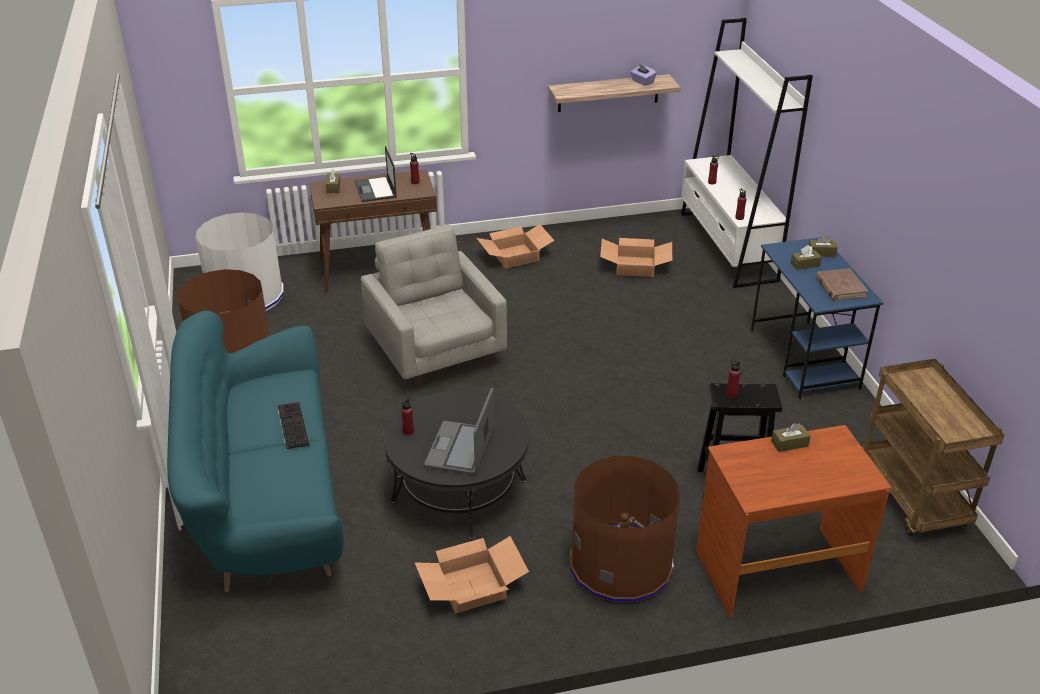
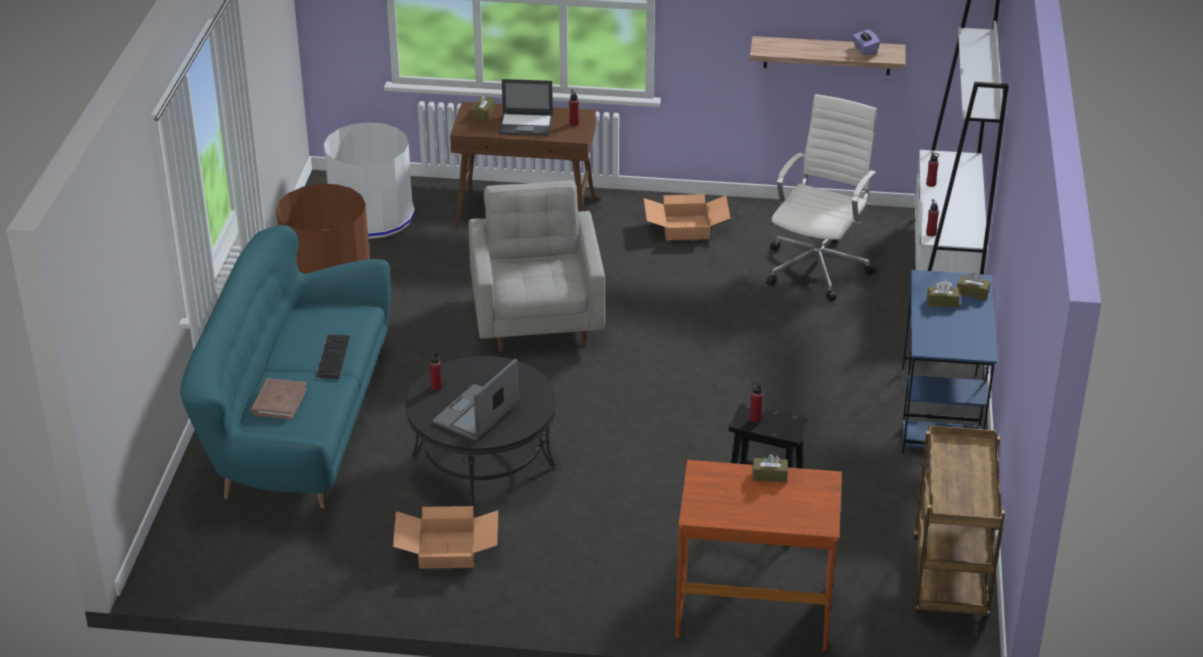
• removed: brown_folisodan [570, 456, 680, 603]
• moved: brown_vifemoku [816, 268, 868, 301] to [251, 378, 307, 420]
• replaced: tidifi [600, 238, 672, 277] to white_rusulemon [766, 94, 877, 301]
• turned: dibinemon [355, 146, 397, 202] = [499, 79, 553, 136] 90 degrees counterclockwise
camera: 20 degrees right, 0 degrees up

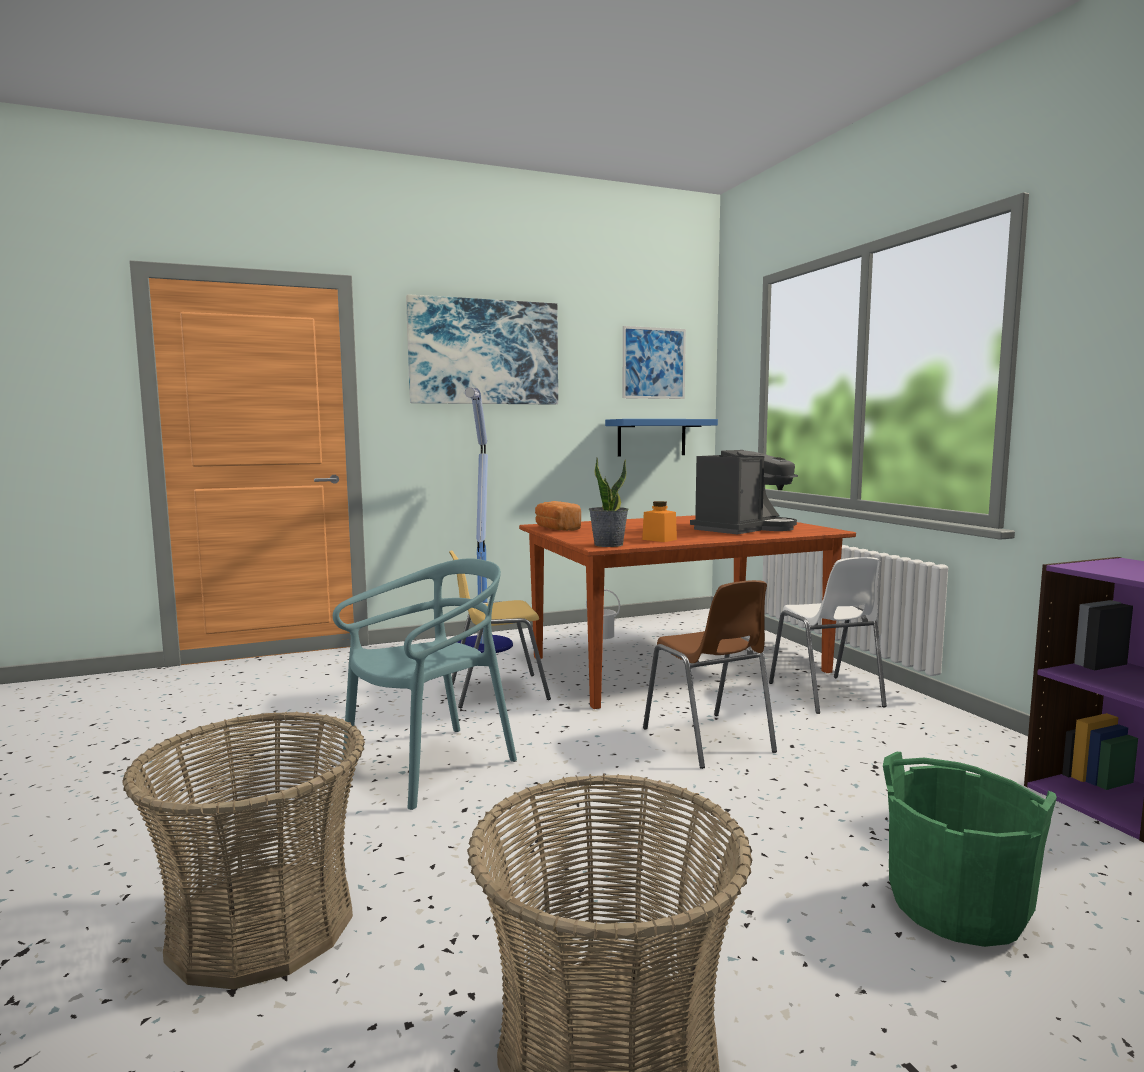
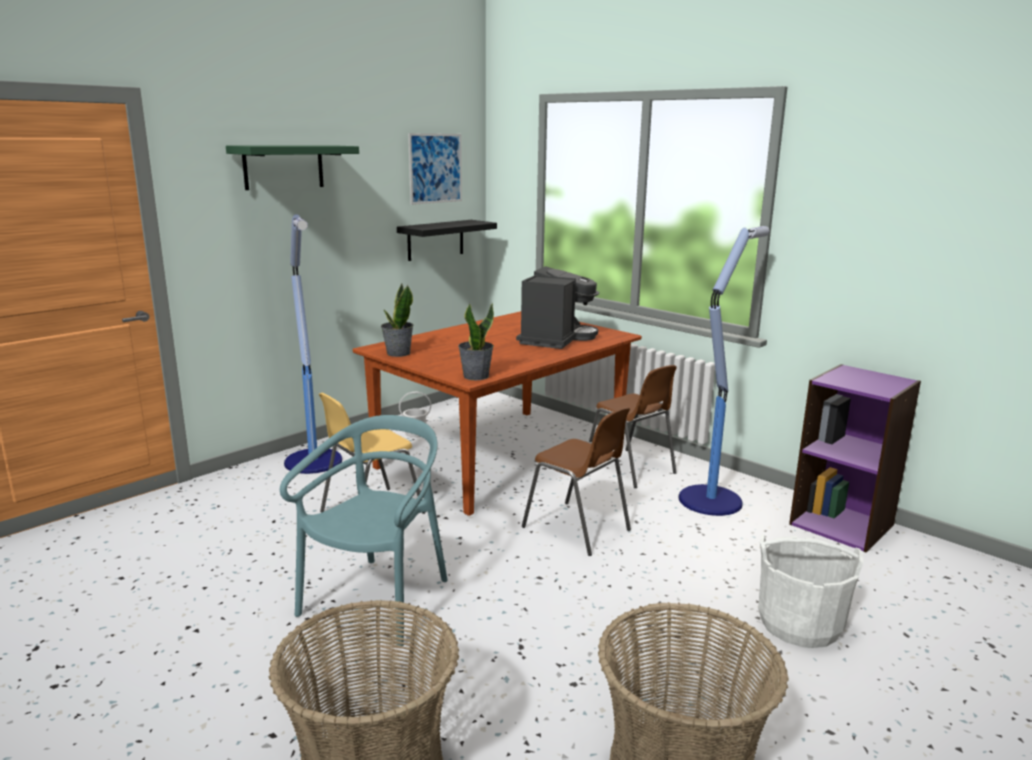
• removed: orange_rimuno [642, 501, 677, 542]
• added: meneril [679, 226, 770, 516]
• replaced: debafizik [406, 294, 558, 404] to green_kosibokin [226, 145, 359, 190]
• replaced: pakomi [535, 501, 581, 531] to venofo [381, 284, 414, 357]
• recoloured: blue_kosibokin [605, 419, 718, 457] to black_kosibokin [397, 220, 497, 261]
• recoloured: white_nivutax [769, 557, 887, 714] to brown_nivutax [589, 365, 677, 488]
• recoloured: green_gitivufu [883, 752, 1057, 947] to white_gitivufu [758, 534, 863, 648]
camera: 25 degrees left, 10 degrees up

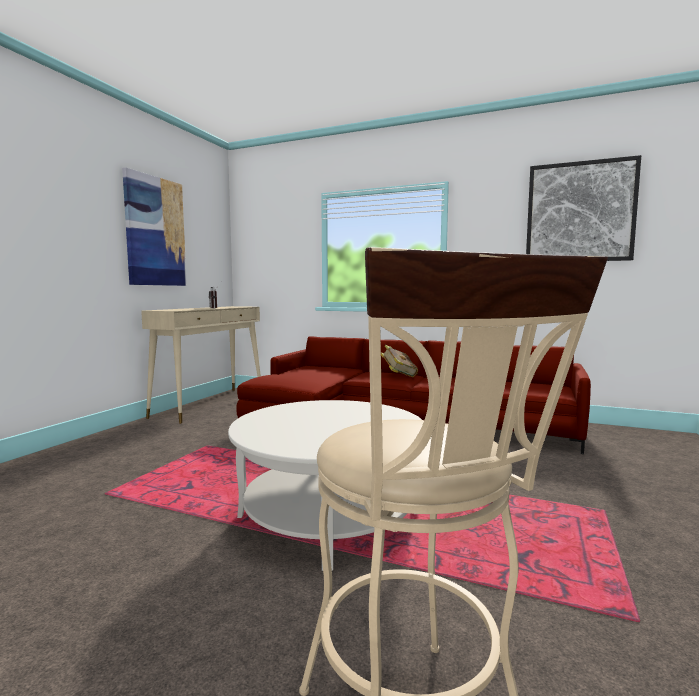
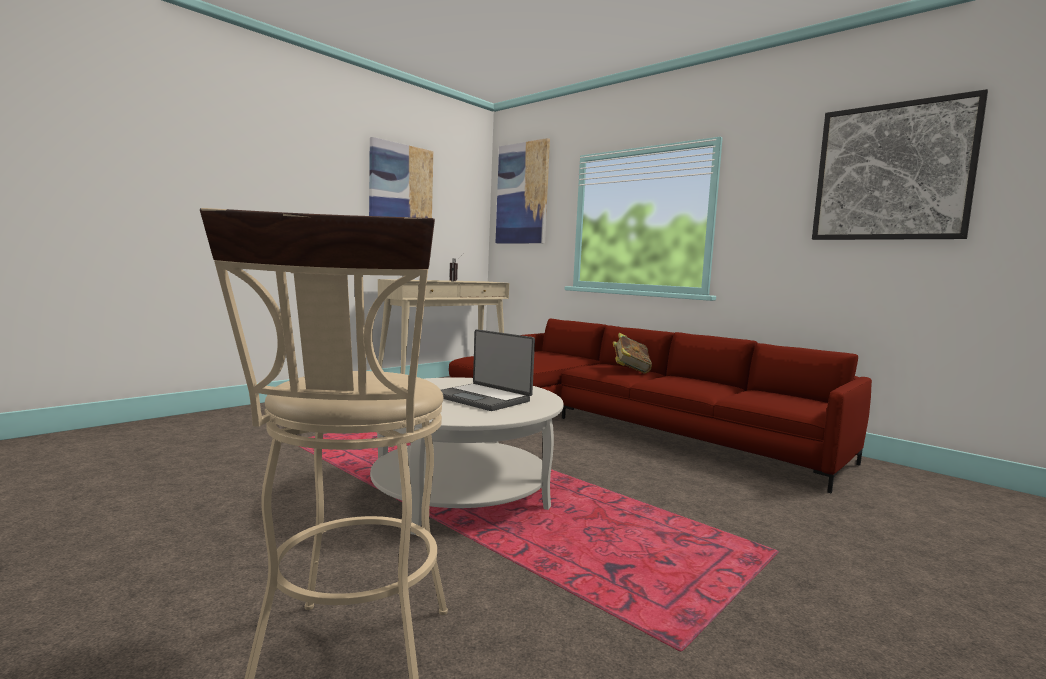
• added: dibinemon [441, 329, 535, 411]
• added: debafizik [496, 138, 550, 243]
camera: 20 degrees right, 0 degrees up

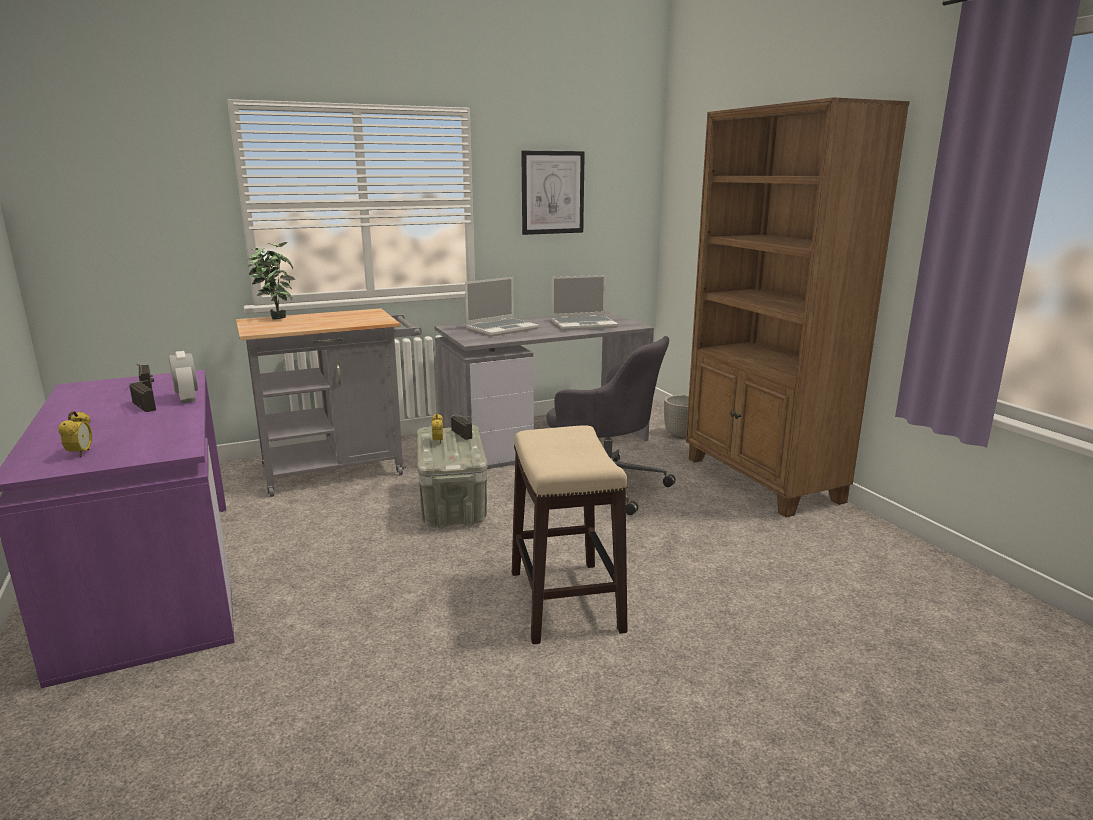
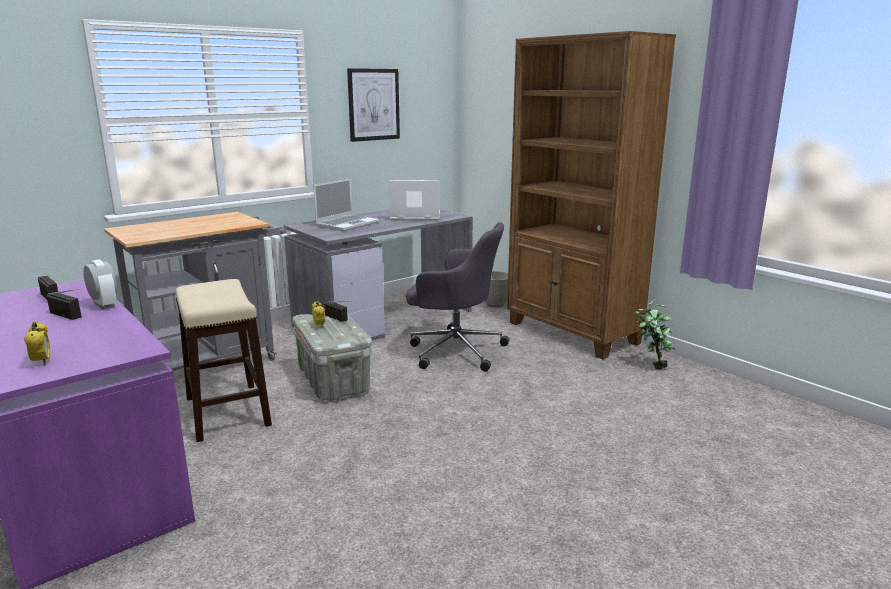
• moved: venofo [247, 242, 295, 320] to [636, 299, 676, 369]
• moved: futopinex [512, 425, 628, 644] to [175, 279, 272, 442]
• turned: dibinemon [551, 275, 618, 331] = [389, 180, 440, 221] 150 degrees counterclockwise
camera: 15 degrees left, 0 degrees up

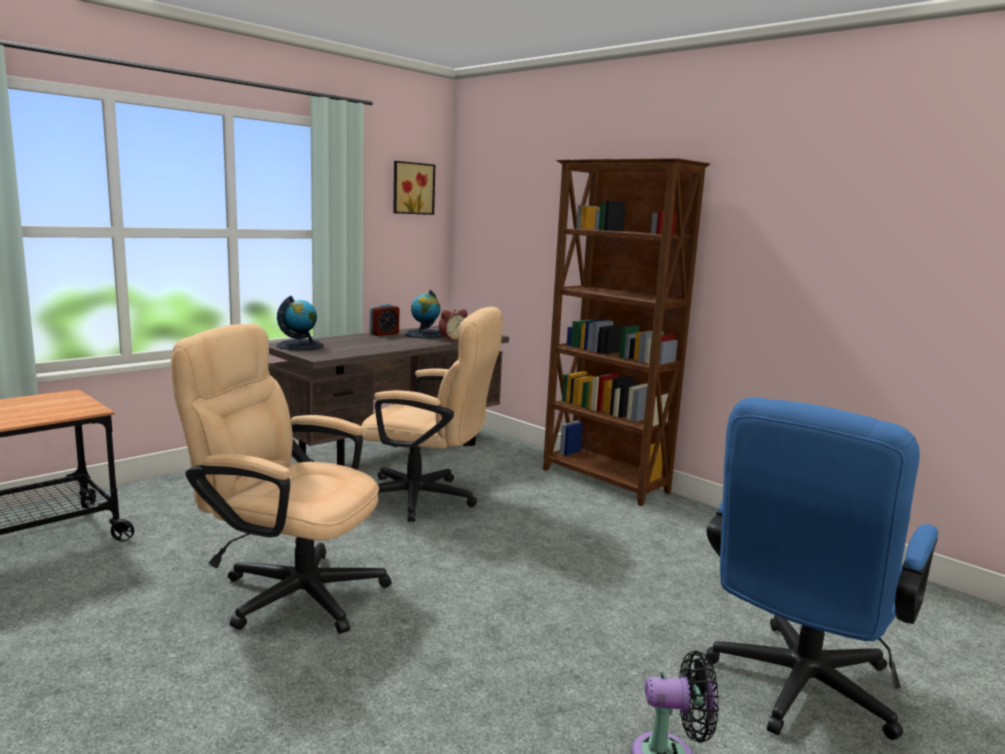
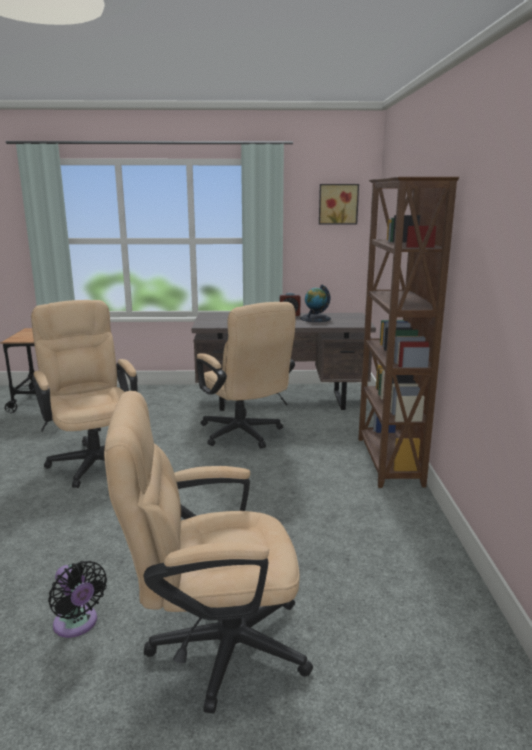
• removed: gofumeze [277, 296, 324, 350]
• removed: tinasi [439, 309, 467, 341]
• recoloured: blue_rusulemon [705, 397, 938, 740] to beige_rusulemon [104, 391, 313, 714]
camera: 45 degrees right, 5 degrees up

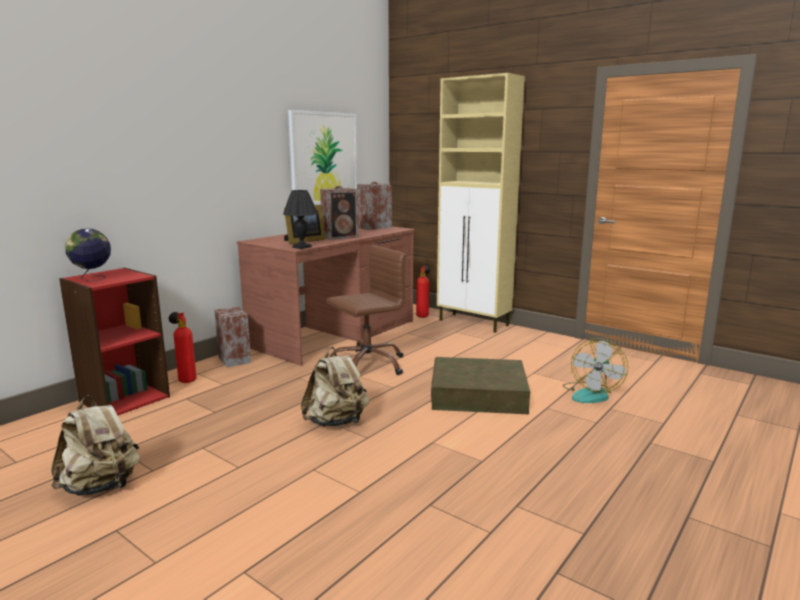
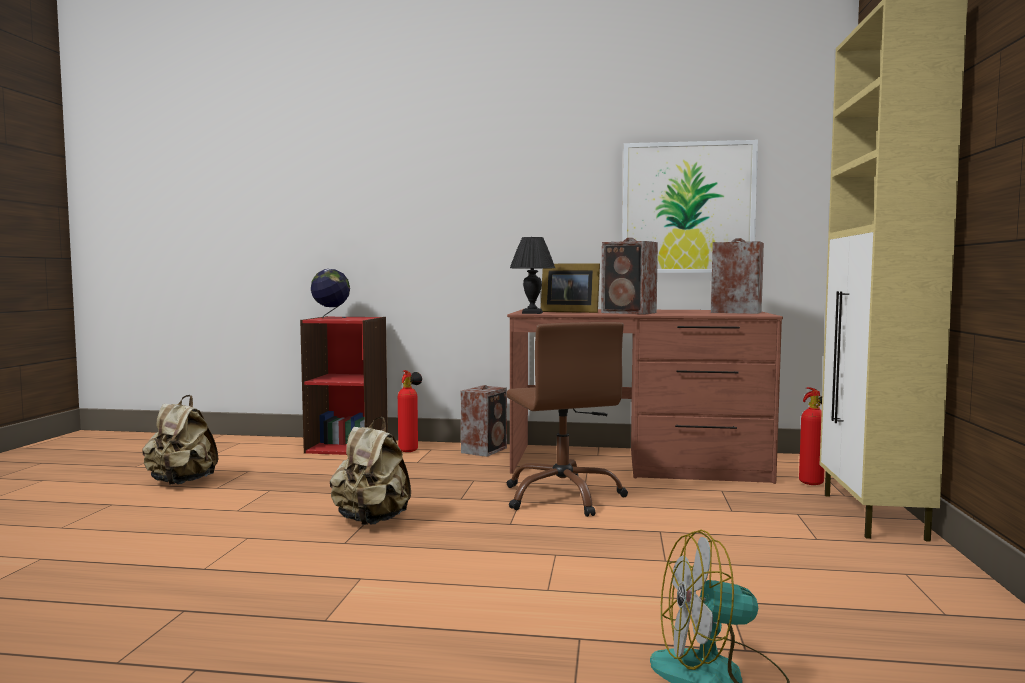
• removed: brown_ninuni [431, 357, 530, 414]
• turned: brown_rusulemon [326, 245, 406, 375] = [507, 322, 628, 517] 45 degrees clockwise
camera: 60 degrees right, 10 degrees down

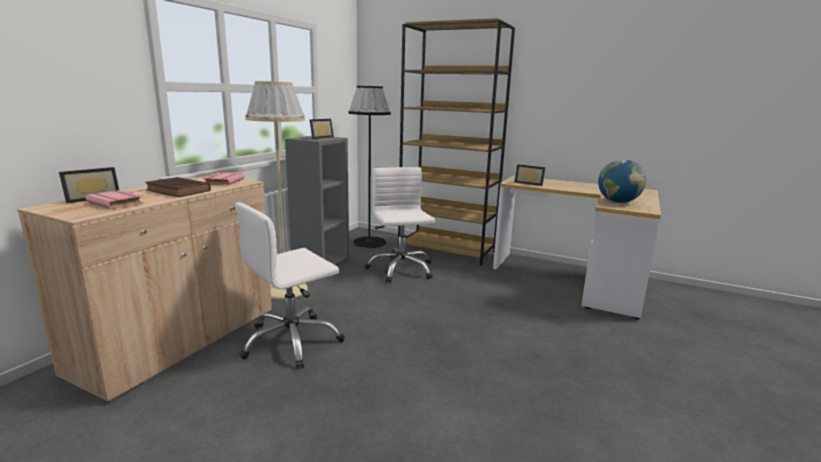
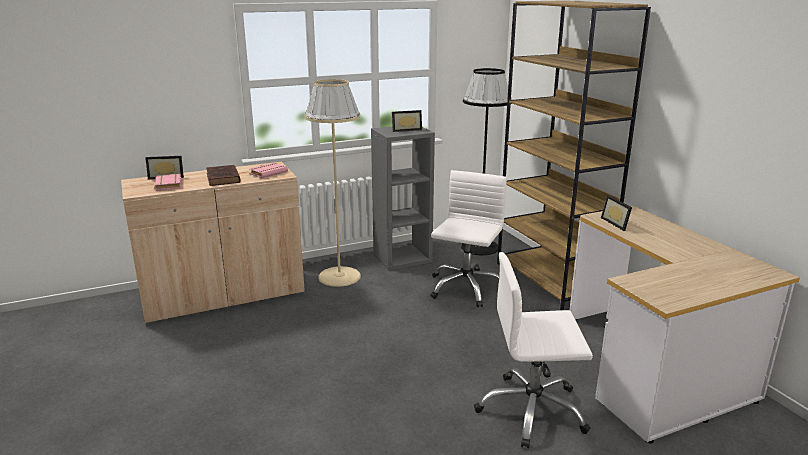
• removed: gofumeze [598, 159, 646, 203]
• moved: white_rusulemon [235, 202, 345, 369] to [474, 252, 593, 448]
camera: 40 degrees right, 5 degrees up

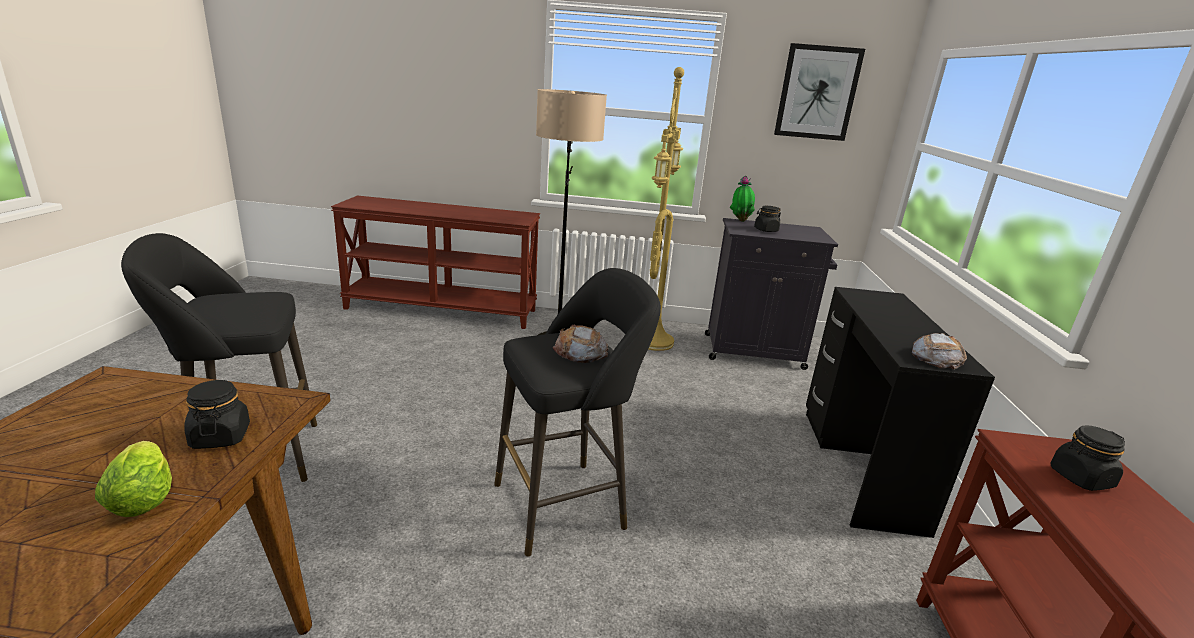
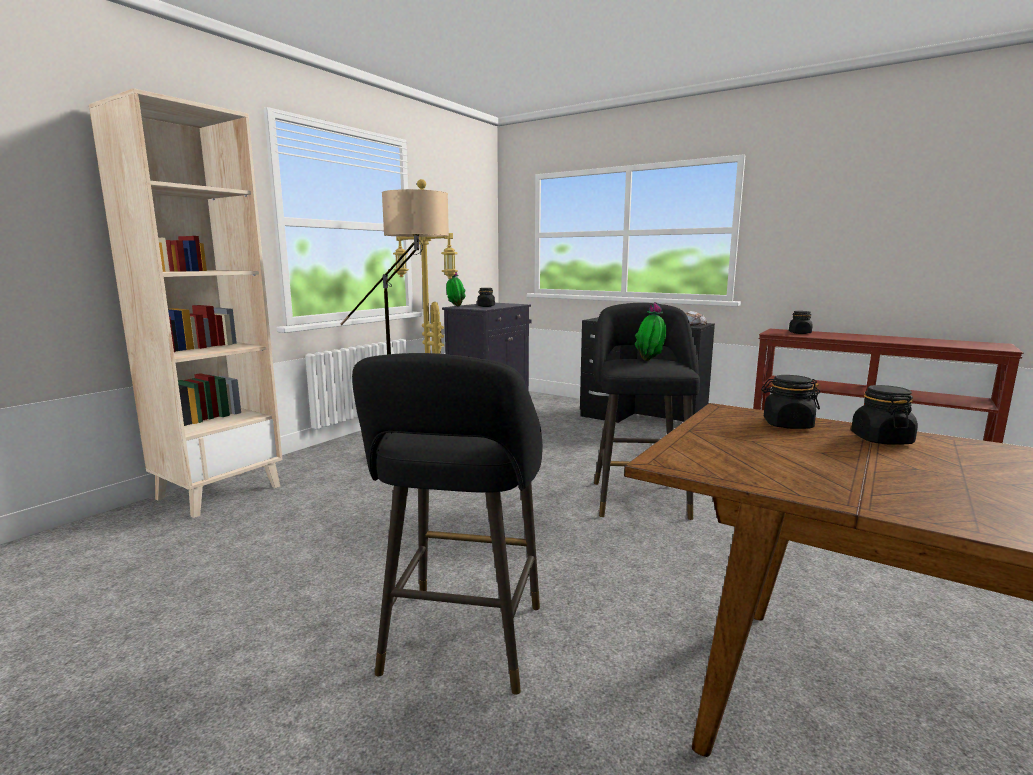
• removed: debafizik [774, 43, 865, 141]
• replaced: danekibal [95, 441, 172, 517] to black_rimuno [851, 385, 918, 445]
• replaced: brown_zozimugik [331, 196, 540, 329] to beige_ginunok [89, 88, 282, 518]
• replaced: pakomi [552, 325, 608, 363] to venofo [635, 302, 666, 361]
camera: 60 degrees left, 10 degrees down

